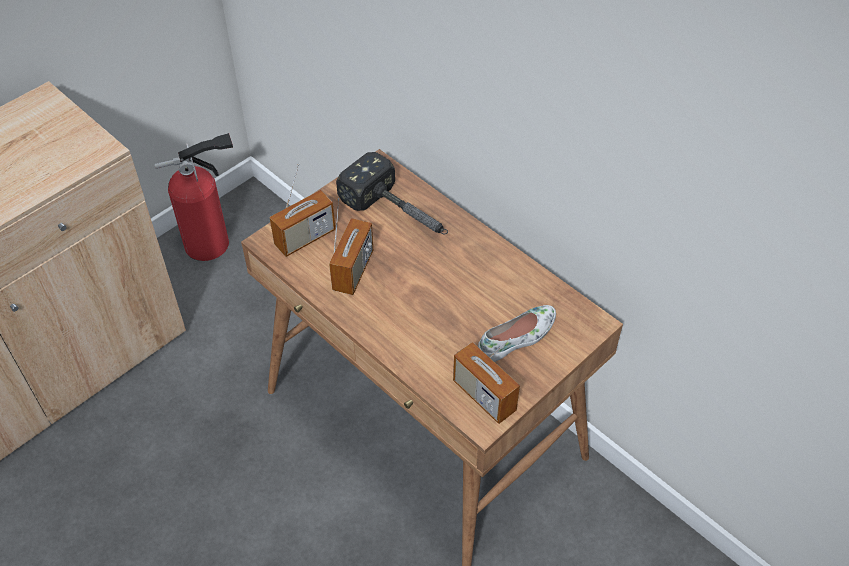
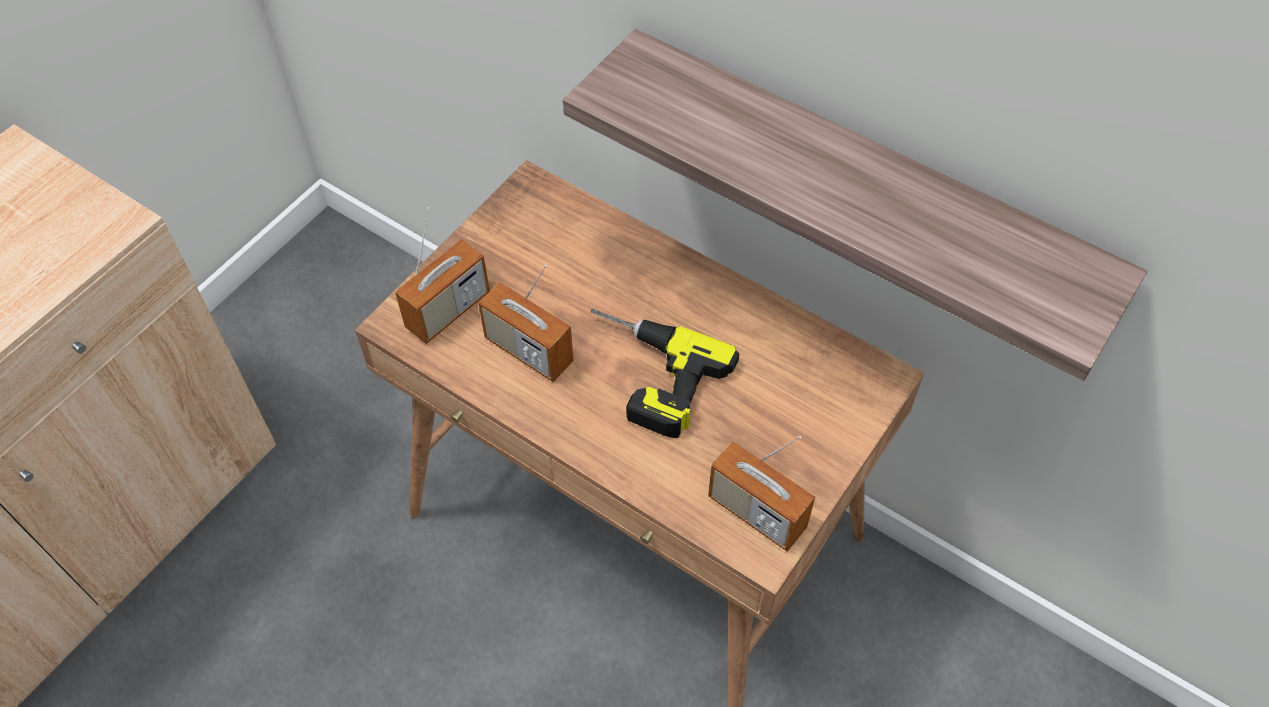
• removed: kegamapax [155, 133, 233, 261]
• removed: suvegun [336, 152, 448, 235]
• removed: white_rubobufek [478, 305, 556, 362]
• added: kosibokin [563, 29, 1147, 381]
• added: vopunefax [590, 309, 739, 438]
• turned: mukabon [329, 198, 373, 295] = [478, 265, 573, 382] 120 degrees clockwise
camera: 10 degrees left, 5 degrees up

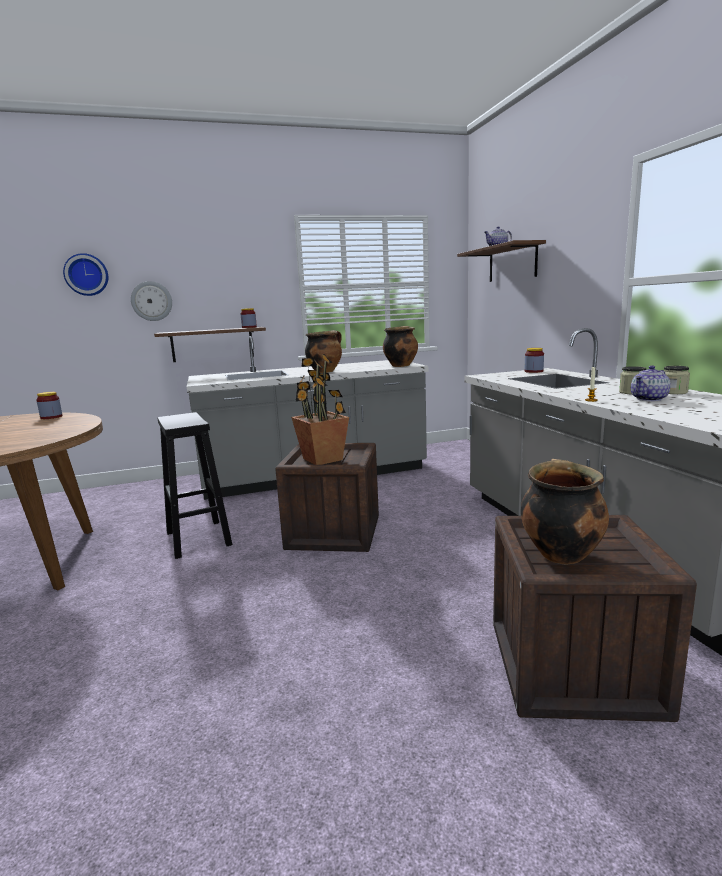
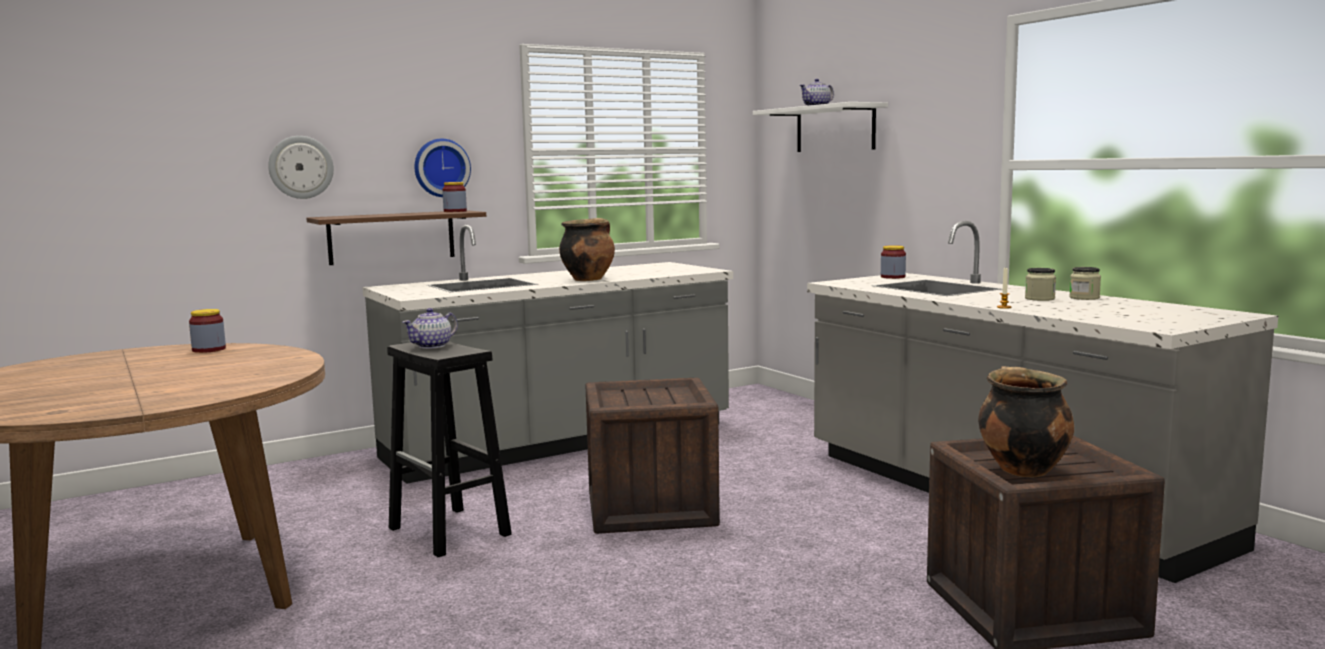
• removed: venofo [291, 354, 349, 465]
• removed: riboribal [383, 326, 418, 367]
• moved: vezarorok [63, 253, 108, 296] to [414, 139, 471, 197]
• moved: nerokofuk [631, 365, 670, 401] to [402, 308, 458, 349]
• recoloured: brown_kosibokin [457, 240, 546, 282] to white_kosibokin [753, 102, 888, 152]
camera: 15 degrees left, 5 degrees down

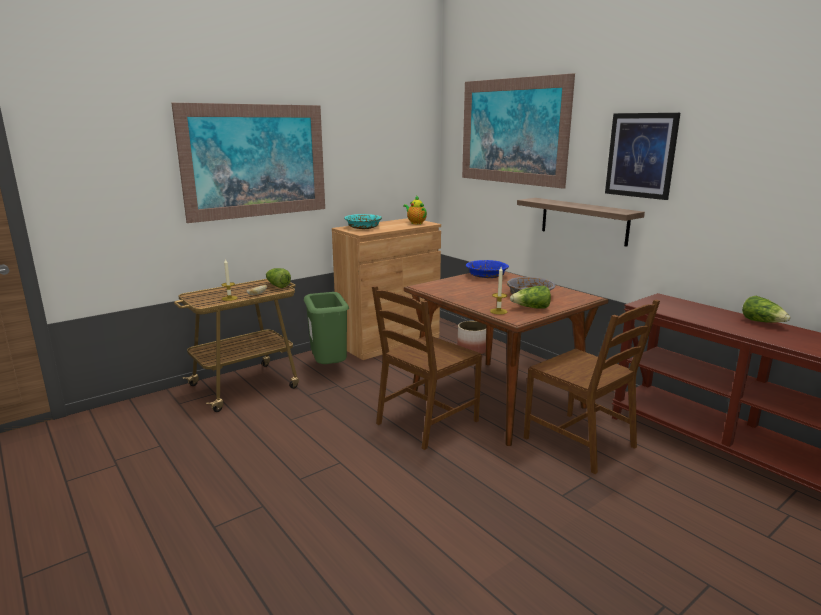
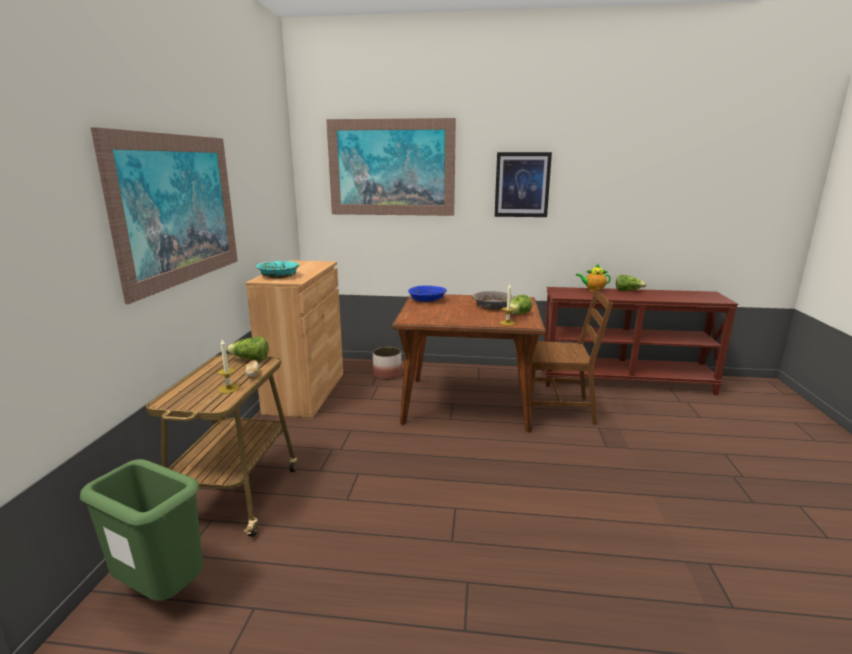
• removed: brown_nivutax [372, 286, 482, 450]
• removed: kosibokin [517, 198, 645, 247]
• moved: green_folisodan [304, 292, 349, 364] to [80, 459, 203, 601]
• moved: nerokofuk [403, 196, 427, 224] to [576, 263, 611, 292]
camera: 45 degrees left, 0 degrees up

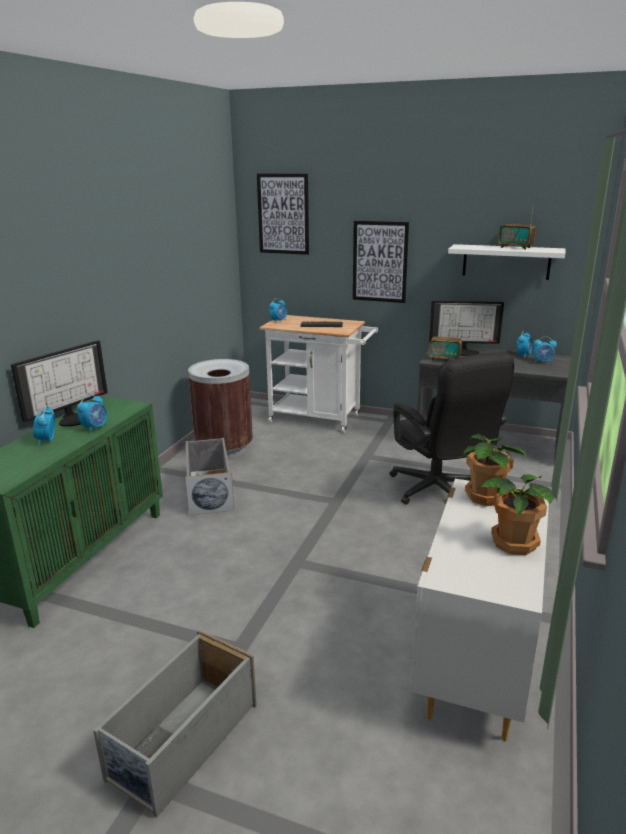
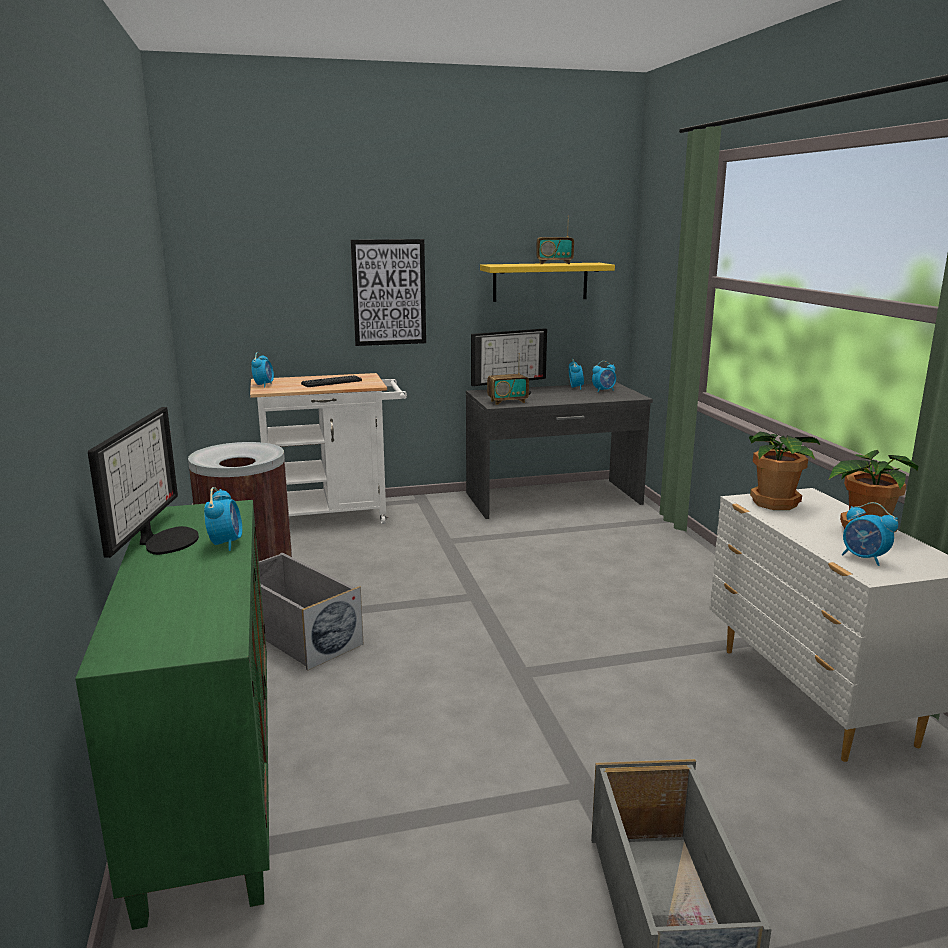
• removed: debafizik [257, 174, 309, 255]
• removed: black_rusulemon [389, 352, 514, 505]
• moved: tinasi [33, 406, 56, 446] to [842, 502, 898, 566]
• recoloured: white_kosibokin [448, 244, 566, 280] to yellow_kosibokin [480, 263, 615, 302]
camera: 35 degrees left, 5 degrees down

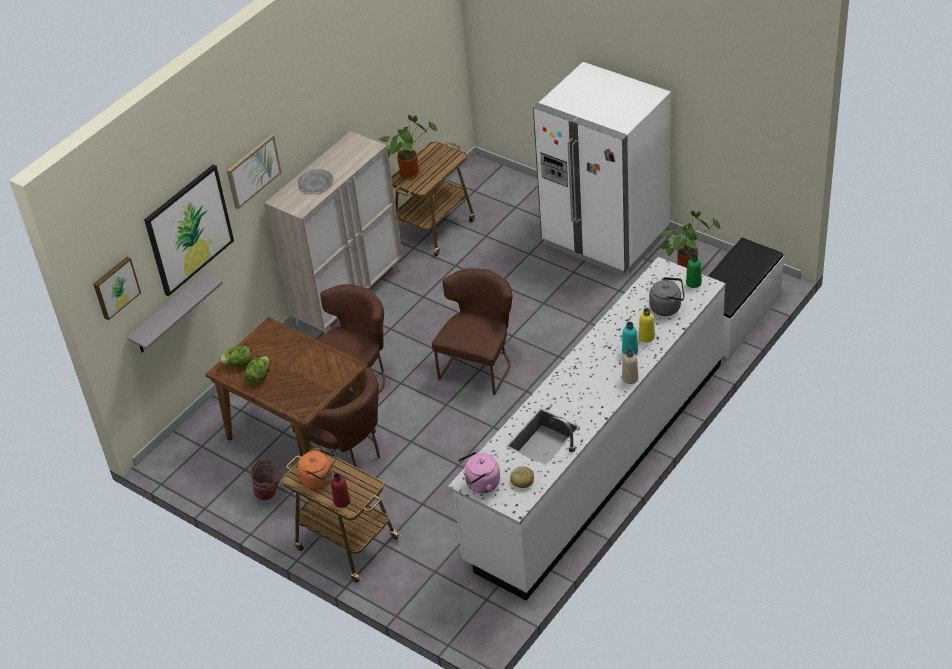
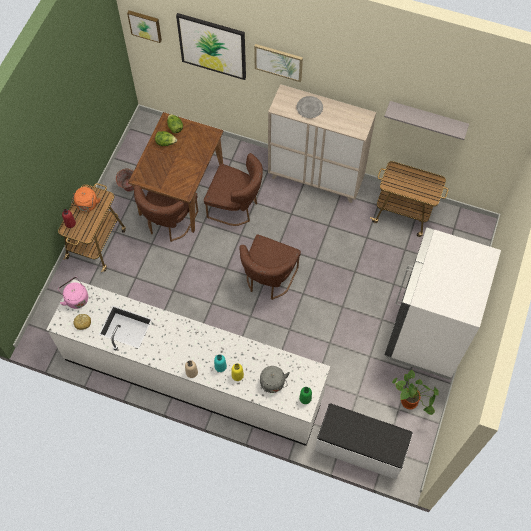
• removed: venofo [378, 115, 438, 179]
• moved: grey_kosibokin [127, 272, 223, 353] to [384, 101, 469, 140]
• turned: brown_nivutax [432, 268, 512, 395] = [240, 234, 301, 300] 105 degrees clockwise
camera: 70 degrees right, 20 degrees up

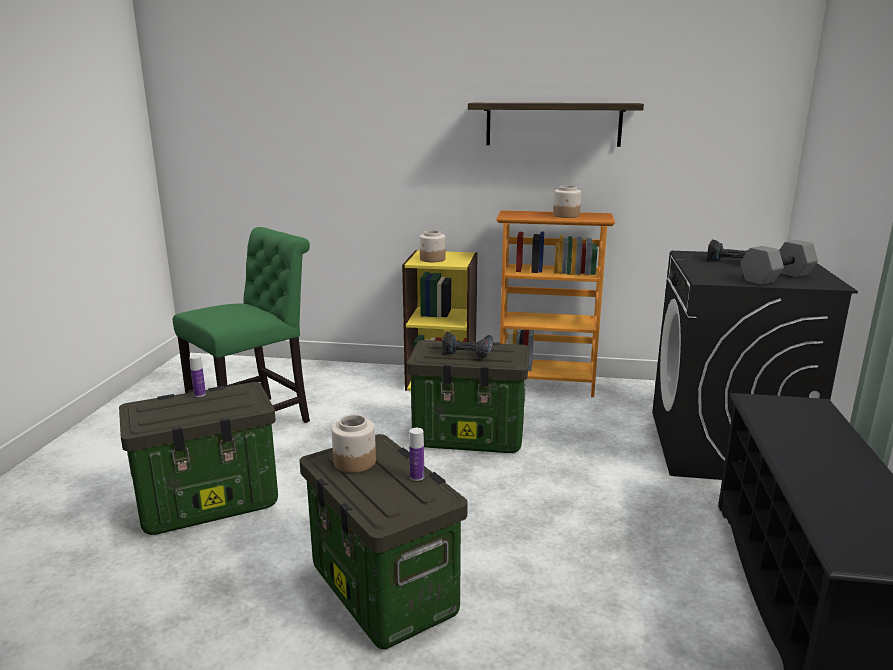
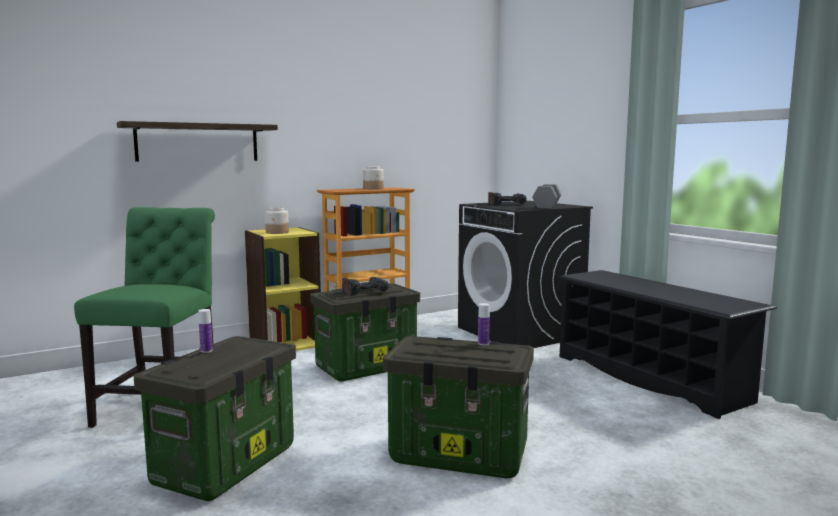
• removed: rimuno [331, 415, 376, 473]
• moved: kosibokin [468, 103, 644, 147] to [117, 121, 278, 162]
camera: 40 degrees left, 10 degrees down

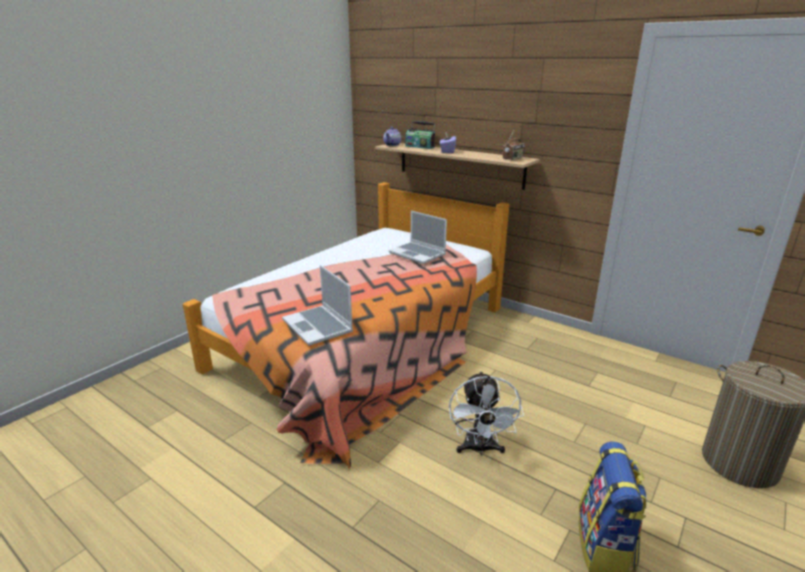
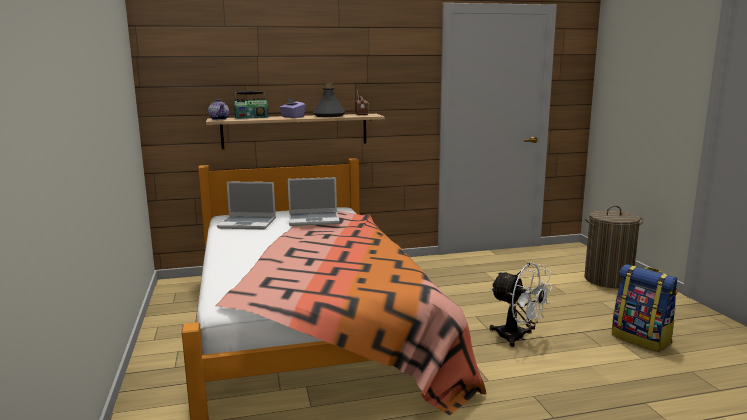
• added: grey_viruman [313, 83, 345, 117]
• moved: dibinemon [282, 265, 353, 346] to [217, 181, 276, 229]
camera: 50 degrees left, 10 degrees down

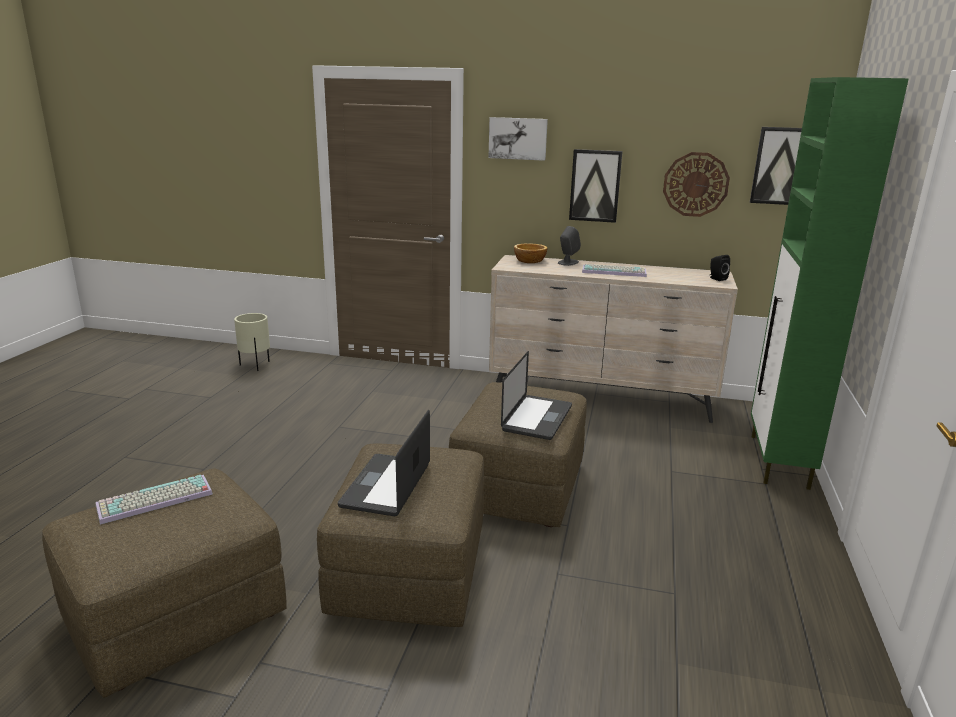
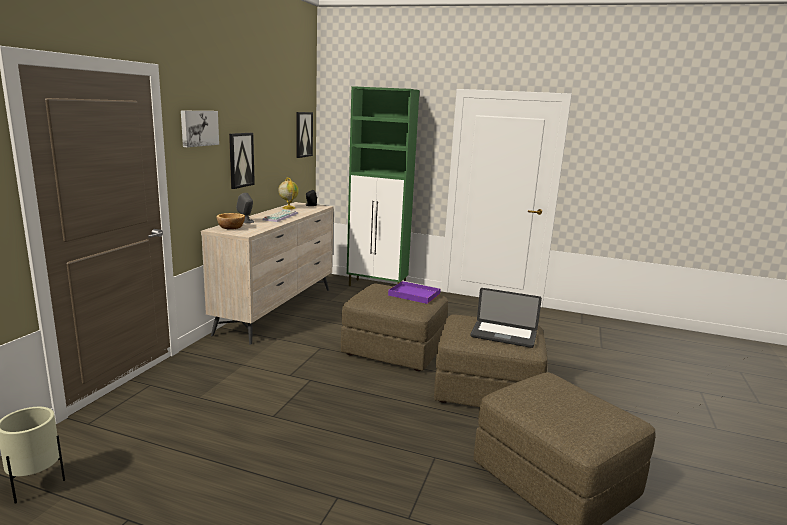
• removed: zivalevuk [95, 475, 213, 525]
• removed: vezarorok [663, 152, 730, 217]
• added: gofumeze [278, 178, 299, 209]
• replaced: dibinemon [501, 351, 572, 440] to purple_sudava [388, 281, 441, 304]
camera: 85 degrees left, 5 degrees down

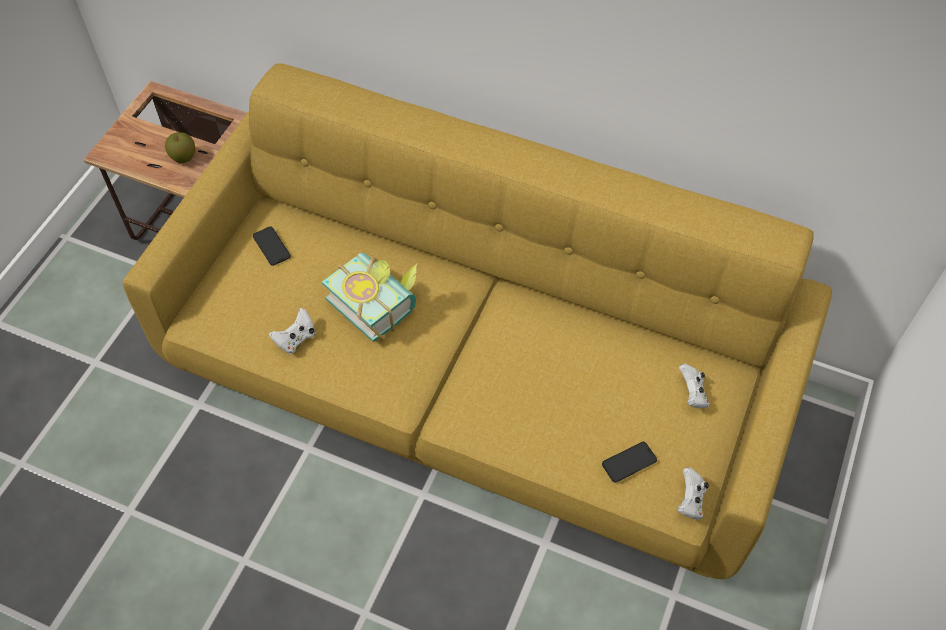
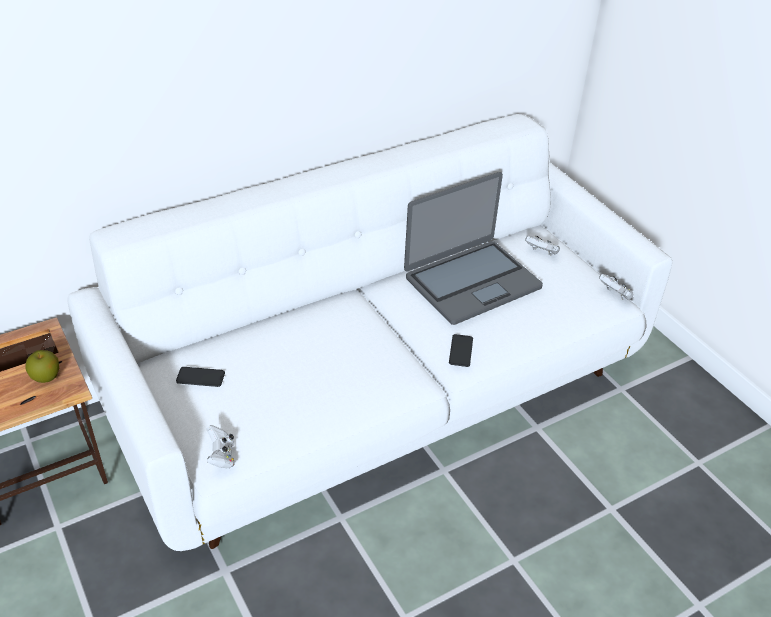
• removed: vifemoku [322, 253, 418, 342]
• added: dibinemon [404, 172, 543, 325]
• moved: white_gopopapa [269, 308, 315, 354] to [206, 425, 235, 468]
• moved: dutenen [602, 442, 657, 483] to [449, 334, 473, 367]
• recoloured: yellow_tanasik [123, 63, 832, 579] to white_tanasik [67, 114, 672, 551]
camera: 55 degrees left, 15 degrees down

